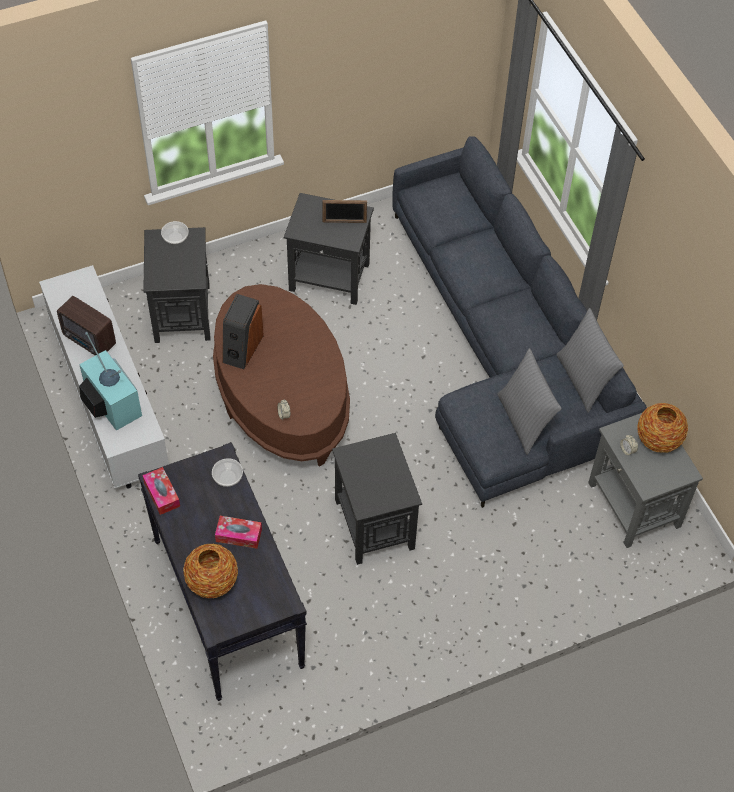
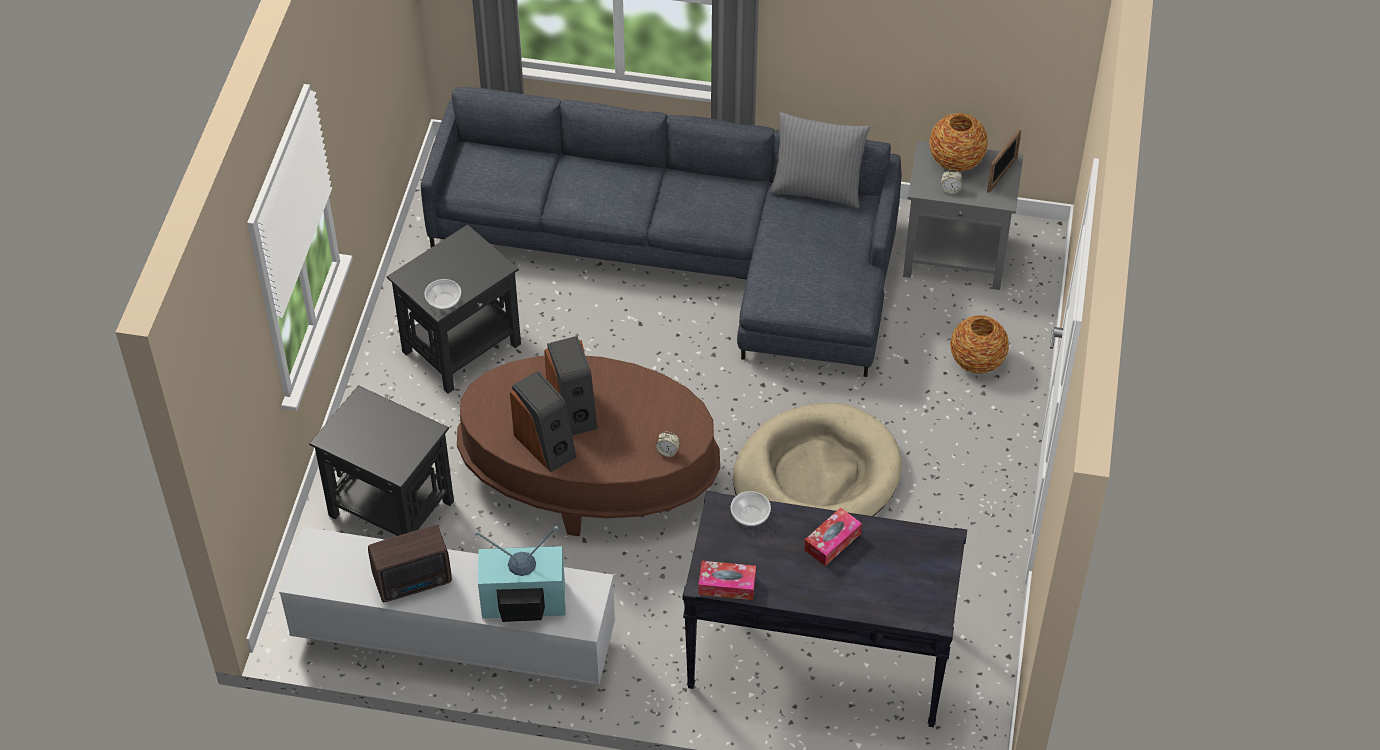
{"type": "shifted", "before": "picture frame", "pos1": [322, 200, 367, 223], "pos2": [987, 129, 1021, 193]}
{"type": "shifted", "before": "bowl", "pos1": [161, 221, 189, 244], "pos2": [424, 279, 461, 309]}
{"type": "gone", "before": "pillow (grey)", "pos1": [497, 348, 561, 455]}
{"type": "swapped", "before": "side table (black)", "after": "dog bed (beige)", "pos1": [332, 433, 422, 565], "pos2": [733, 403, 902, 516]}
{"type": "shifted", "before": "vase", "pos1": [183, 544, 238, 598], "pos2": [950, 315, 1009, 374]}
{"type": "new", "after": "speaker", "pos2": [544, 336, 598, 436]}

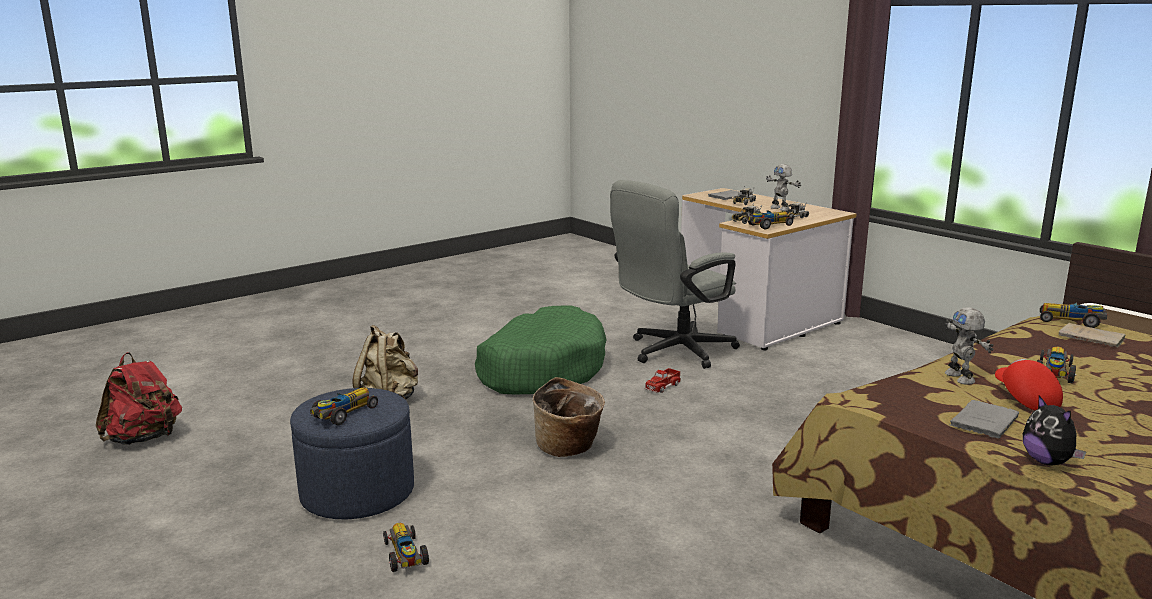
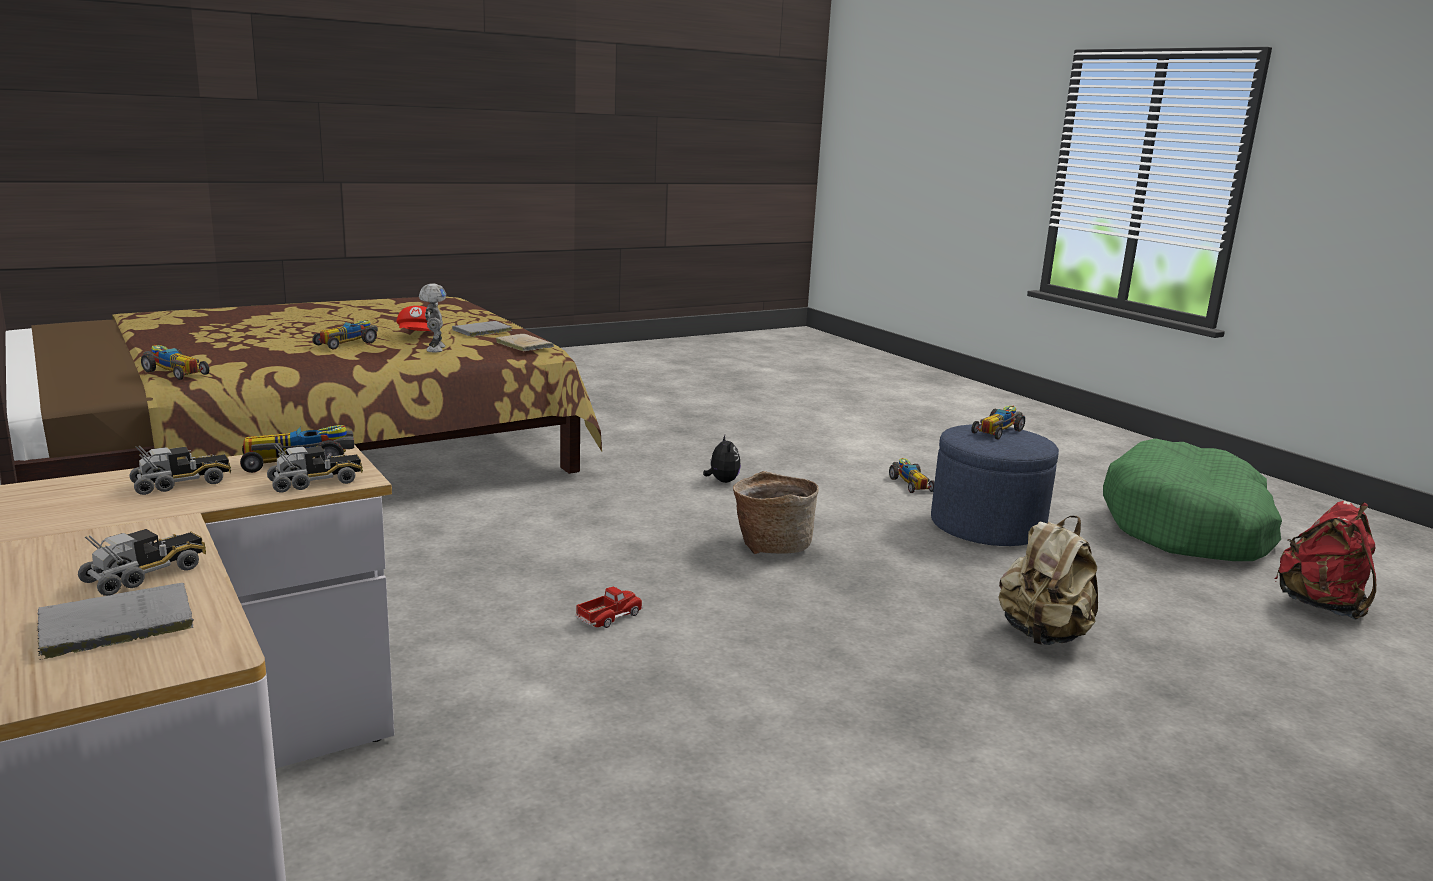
{"type": "gone", "before": "toy robot", "pos1": [766, 164, 801, 211]}
{"type": "gone", "before": "office chair (grey)", "pos1": [610, 180, 740, 369]}
{"type": "shifted", "before": "dog bed (green)", "pos1": [475, 305, 607, 395], "pos2": [1103, 438, 1282, 561]}
{"type": "shifted", "before": "book (beige)", "pos1": [1059, 323, 1126, 347], "pos2": [496, 334, 554, 351]}
{"type": "shifted", "before": "plush toy", "pos1": [1023, 396, 1086, 466], "pos2": [703, 435, 741, 483]}

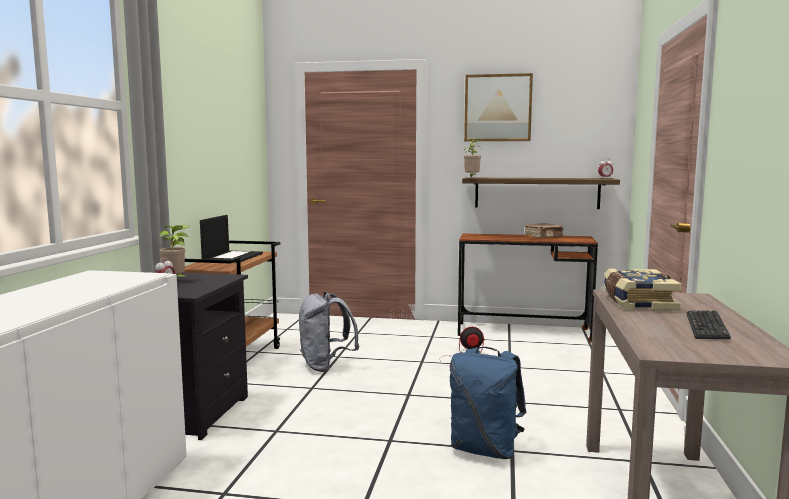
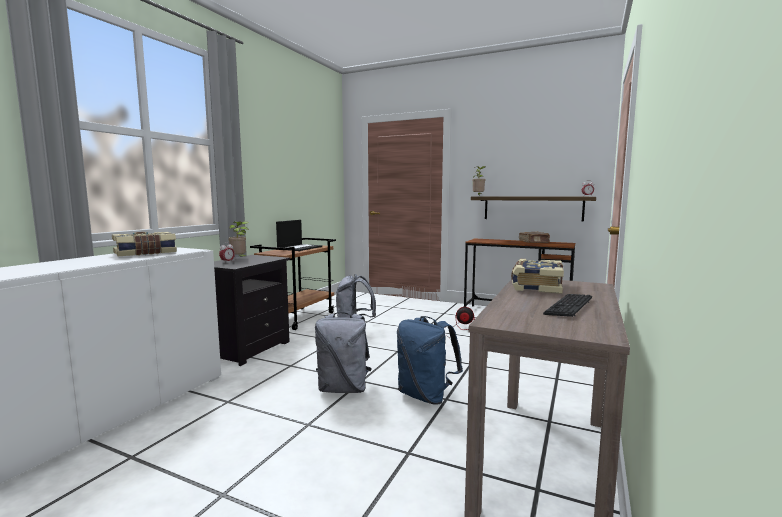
{"type": "gone", "before": "picture", "pos1": [464, 73, 533, 141]}
{"type": "new", "after": "book", "pos2": [112, 232, 177, 256]}
{"type": "new", "after": "backpack (grey)", "pos2": [315, 312, 372, 393]}

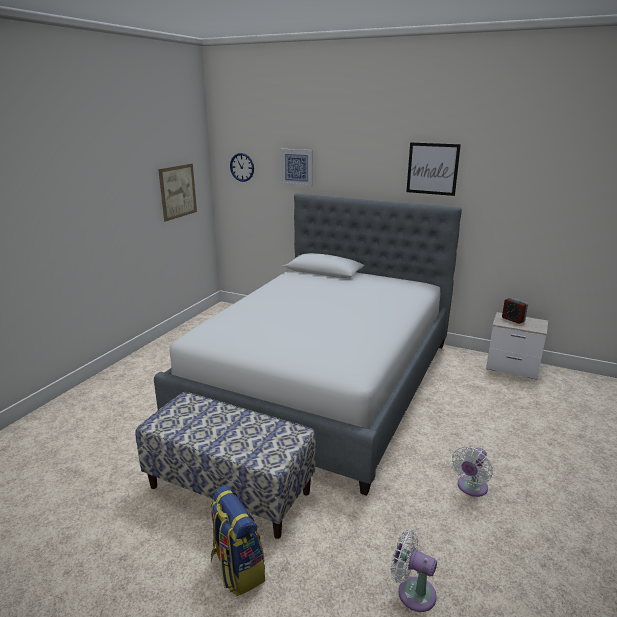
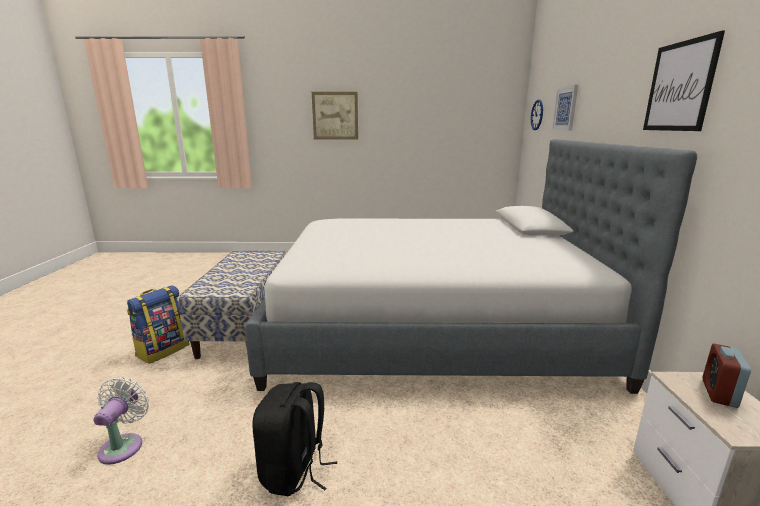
{"type": "shifted", "before": "picture", "pos1": [158, 163, 197, 221], "pos2": [312, 92, 358, 140]}
{"type": "swapped", "before": "fan (white)", "after": "backpack (black)", "pos1": [452, 446, 493, 497], "pos2": [252, 382, 337, 496]}

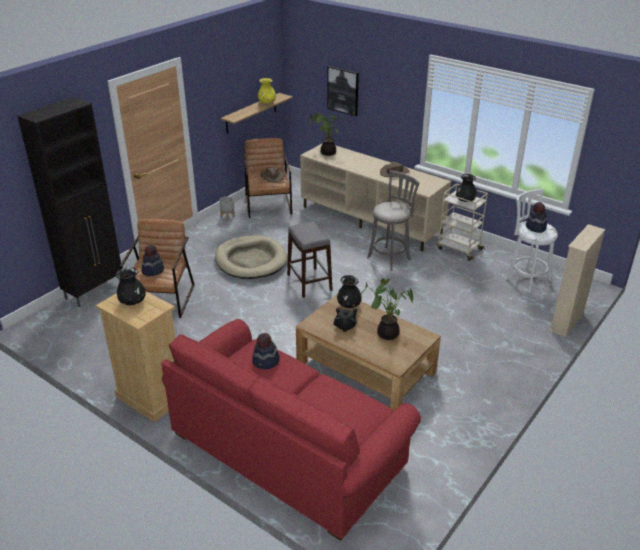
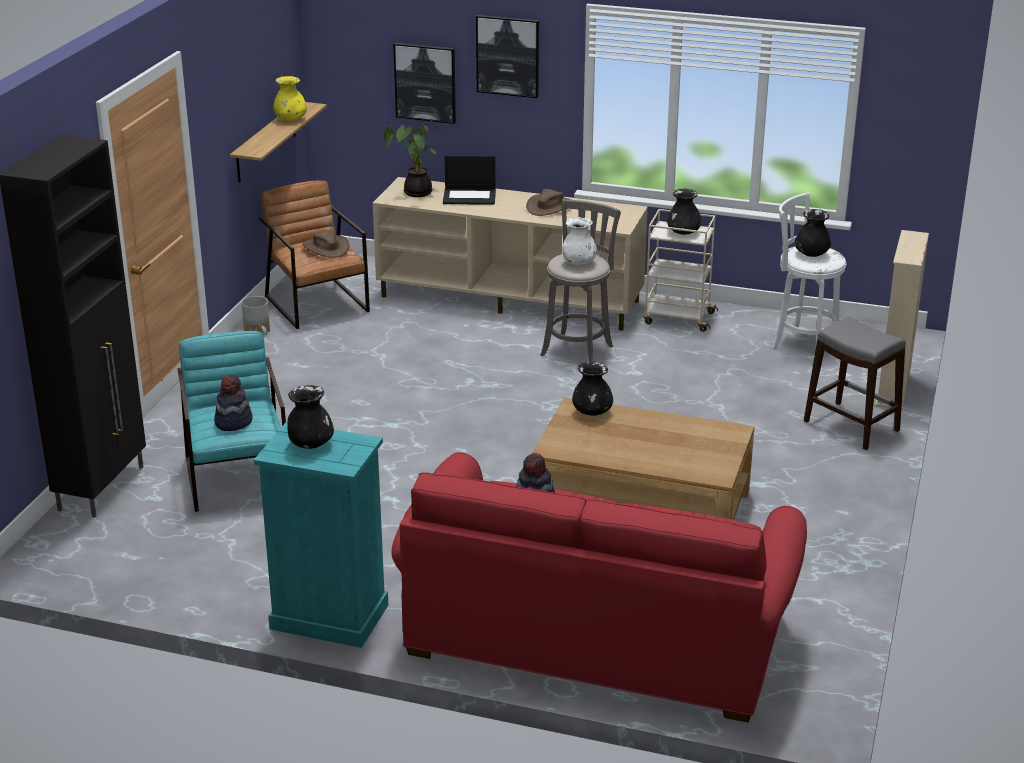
{"type": "swapped", "before": "hat", "after": "vase (black)", "pos1": [526, 202, 547, 233], "pos2": [795, 209, 831, 257]}
{"type": "repainted", "before": "armchair (brown)", "after": "armchair (turquoise)", "pos1": [120, 219, 195, 318], "pos2": [177, 331, 286, 512]}
{"type": "shifted", "before": "stool (grey)", "pos1": [287, 222, 332, 298], "pos2": [804, 317, 906, 450]}
{"type": "gone", "before": "dog bed (beige)", "pos1": [215, 235, 288, 279]}
{"type": "gone", "before": "potted plant", "pos1": [361, 278, 413, 340]}
{"type": "repainted", "before": "dresser (beige)", "after": "dresser (turquoise)", "pos1": [96, 292, 175, 422], "pos2": [254, 422, 388, 648]}
{"type": "gone", "before": "teapot (black)", "pos1": [333, 308, 357, 332]}
{"type": "new", "after": "picture", "pos2": [476, 15, 539, 98]}
{"type": "new", "after": "laptop", "pos2": [443, 155, 496, 205]}
{"type": "new", "after": "vase (white)", "pos2": [562, 217, 597, 265]}

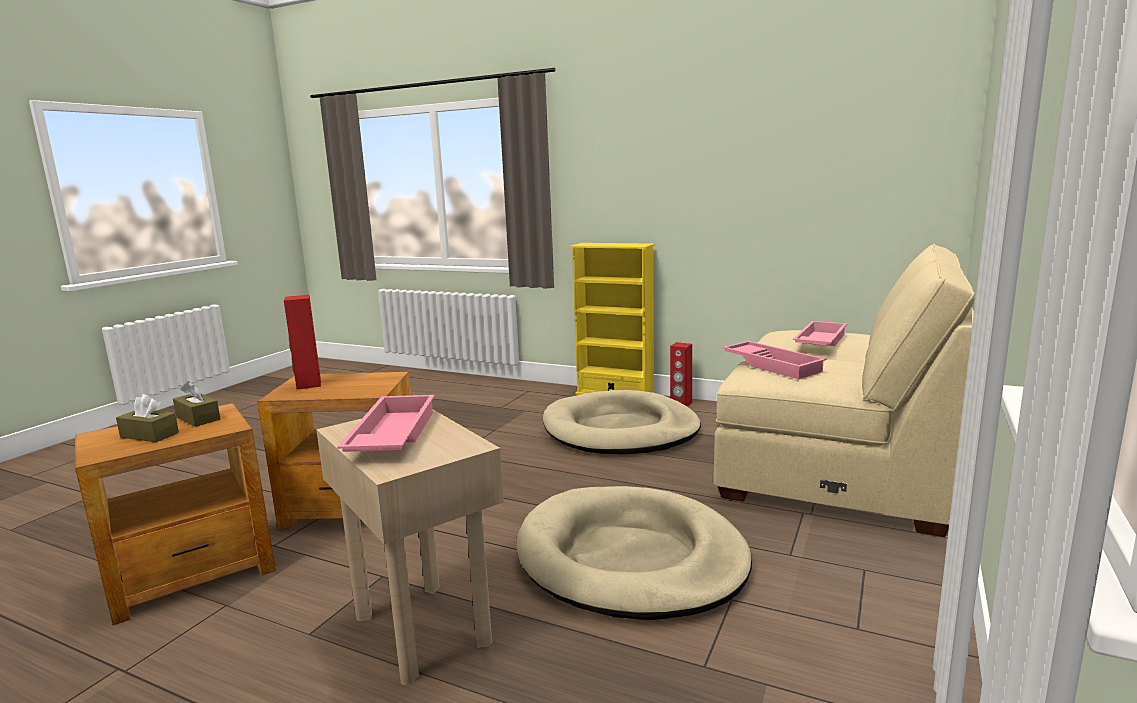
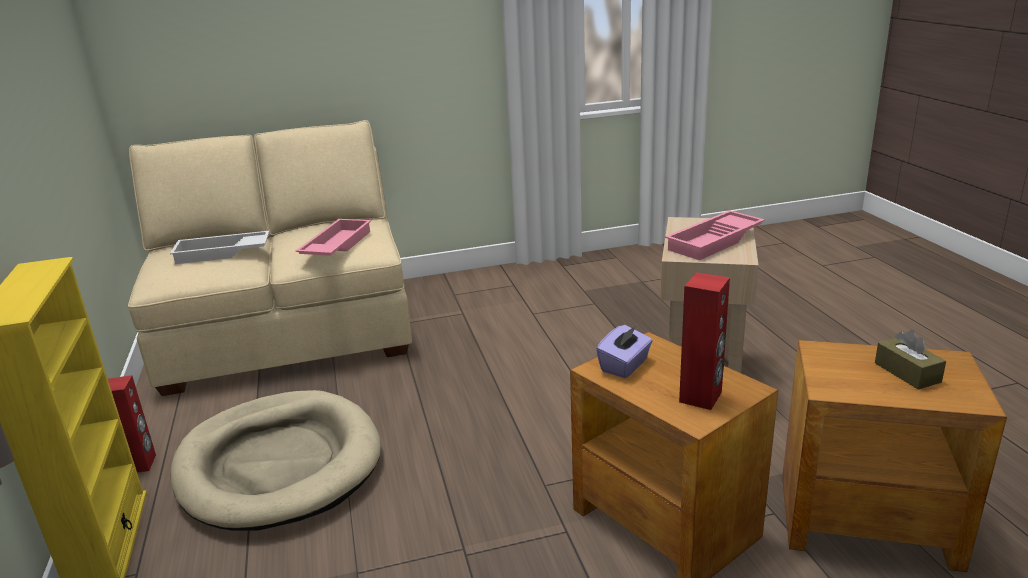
{"type": "repainted", "before": "tray (pink)", "after": "tray (white)", "pos1": [793, 321, 847, 346], "pos2": [170, 231, 269, 264]}
{"type": "gone", "before": "tissue box (brown)", "pos1": [173, 381, 220, 427]}
{"type": "gone", "before": "dog bed (beige)", "pos1": [516, 486, 752, 620]}
{"type": "new", "after": "tissue box (purple)", "pos2": [596, 325, 653, 378]}

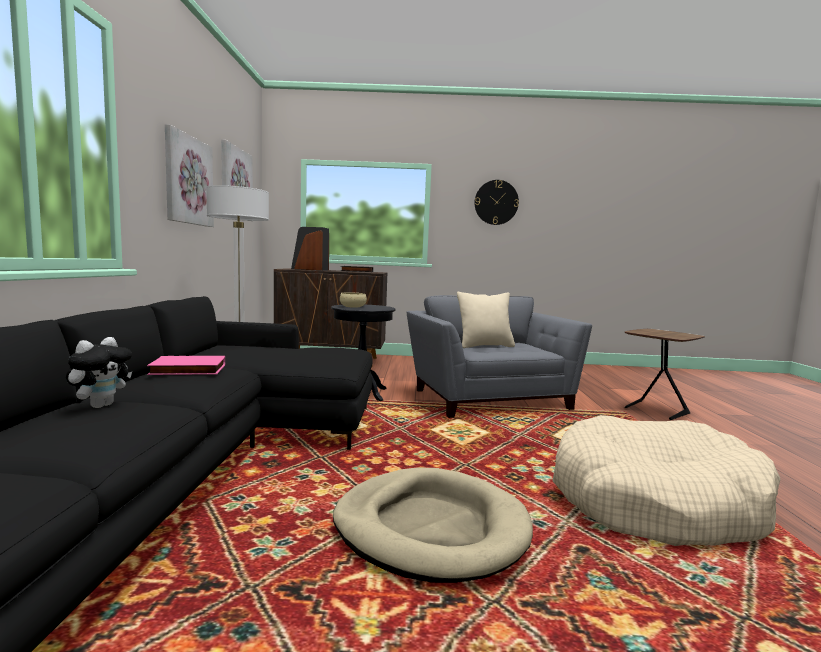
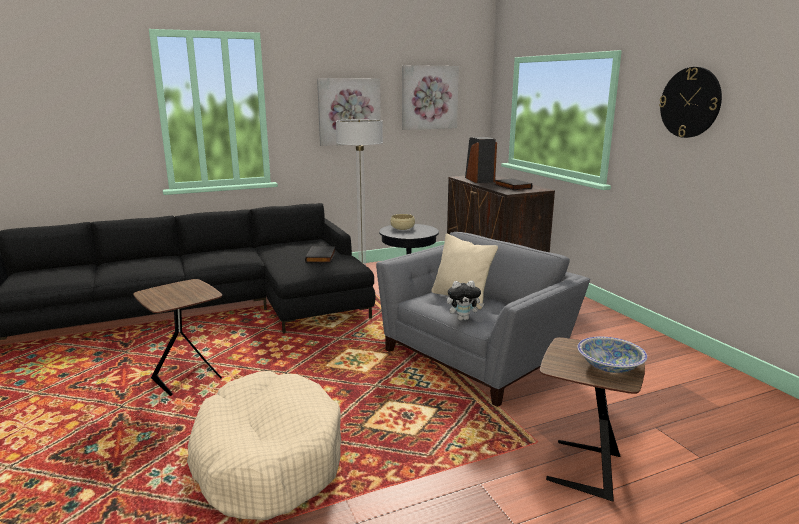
{"type": "shifted", "before": "plush toy", "pos1": [66, 337, 132, 408], "pos2": [447, 281, 484, 321]}
{"type": "gone", "before": "book (pink)", "pos1": [147, 356, 225, 375]}
{"type": "swapped", "before": "dog bed (beige)", "after": "side table (brown)", "pos1": [333, 467, 533, 583], "pos2": [133, 279, 222, 396]}
{"type": "new", "after": "book (black)", "pos2": [305, 246, 336, 263]}
{"type": "new", "after": "bowl", "pos2": [577, 337, 647, 373]}

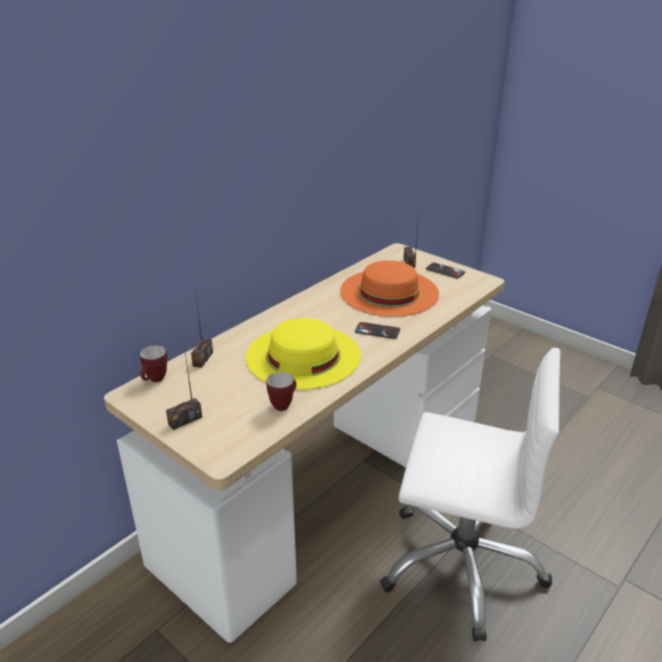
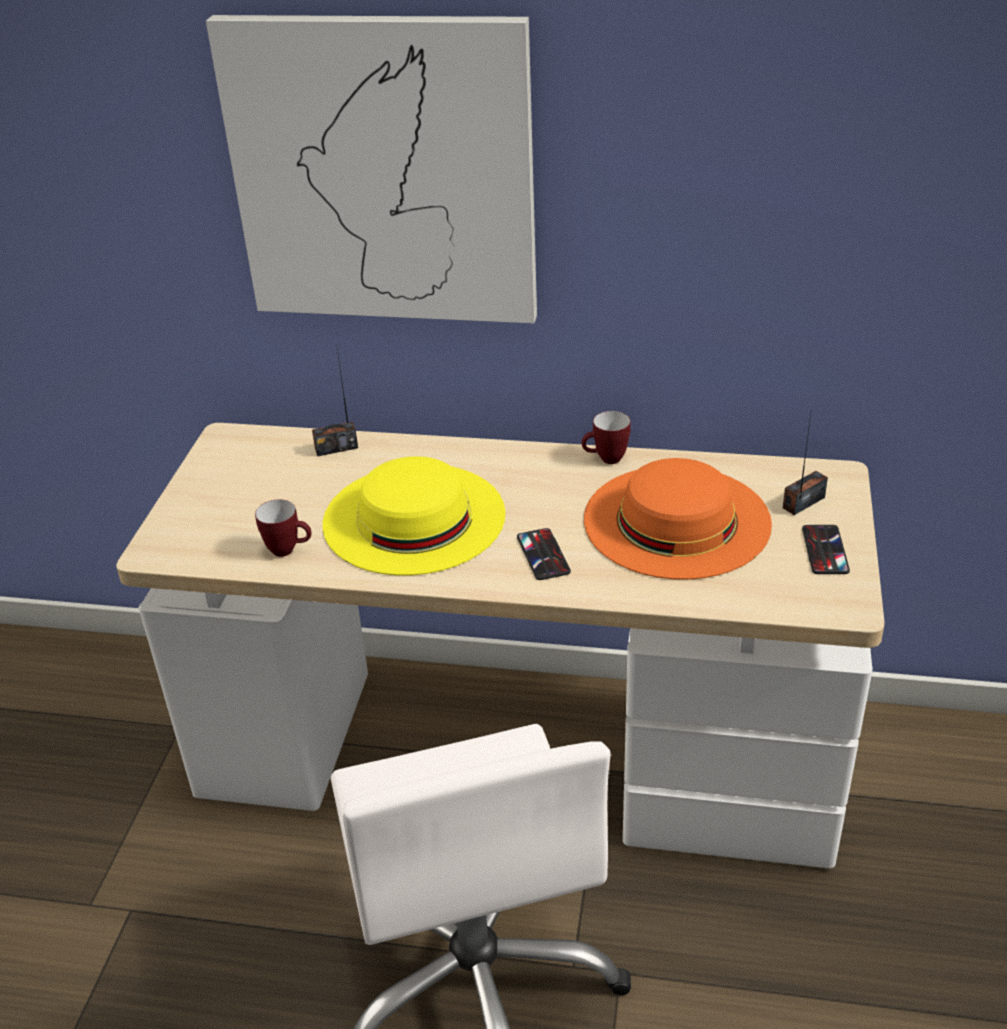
{"type": "shifted", "before": "mug", "pos1": [140, 345, 167, 382], "pos2": [582, 411, 631, 464]}
{"type": "gone", "before": "radio", "pos1": [166, 345, 202, 430]}
{"type": "new", "after": "picture", "pos2": [206, 15, 537, 323]}

